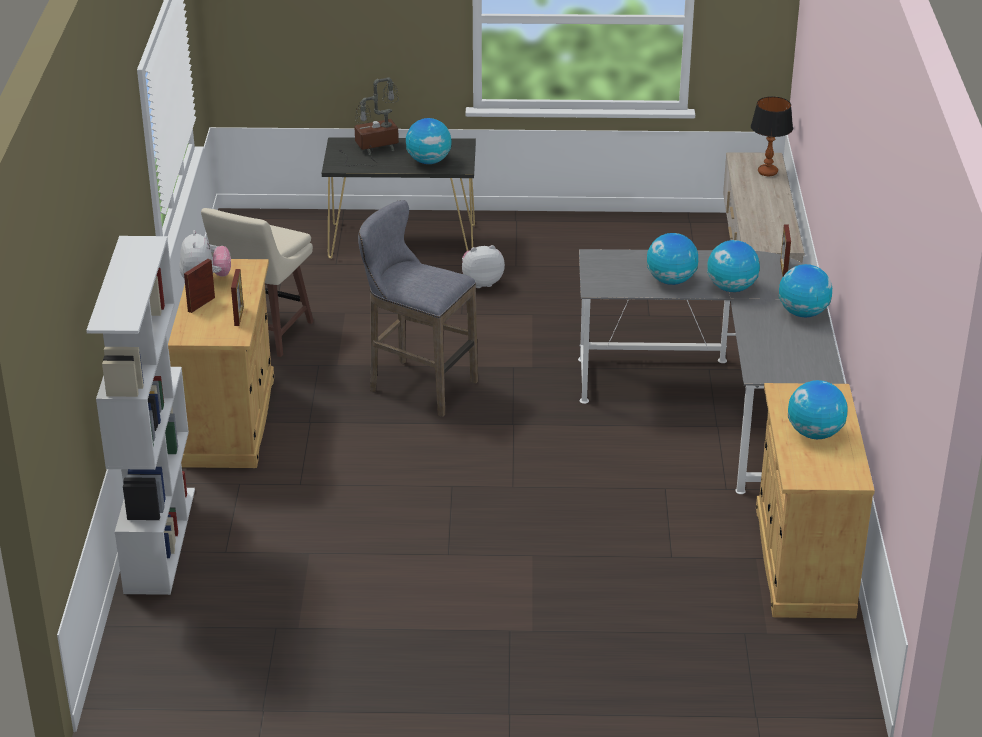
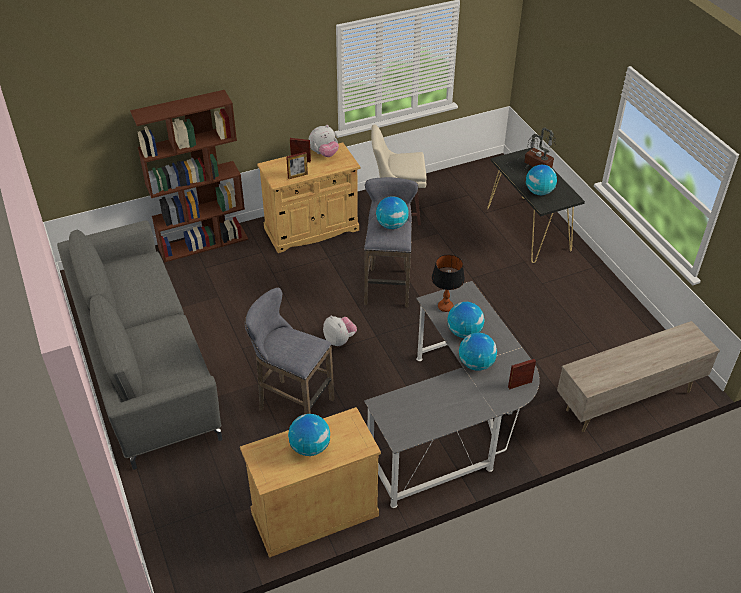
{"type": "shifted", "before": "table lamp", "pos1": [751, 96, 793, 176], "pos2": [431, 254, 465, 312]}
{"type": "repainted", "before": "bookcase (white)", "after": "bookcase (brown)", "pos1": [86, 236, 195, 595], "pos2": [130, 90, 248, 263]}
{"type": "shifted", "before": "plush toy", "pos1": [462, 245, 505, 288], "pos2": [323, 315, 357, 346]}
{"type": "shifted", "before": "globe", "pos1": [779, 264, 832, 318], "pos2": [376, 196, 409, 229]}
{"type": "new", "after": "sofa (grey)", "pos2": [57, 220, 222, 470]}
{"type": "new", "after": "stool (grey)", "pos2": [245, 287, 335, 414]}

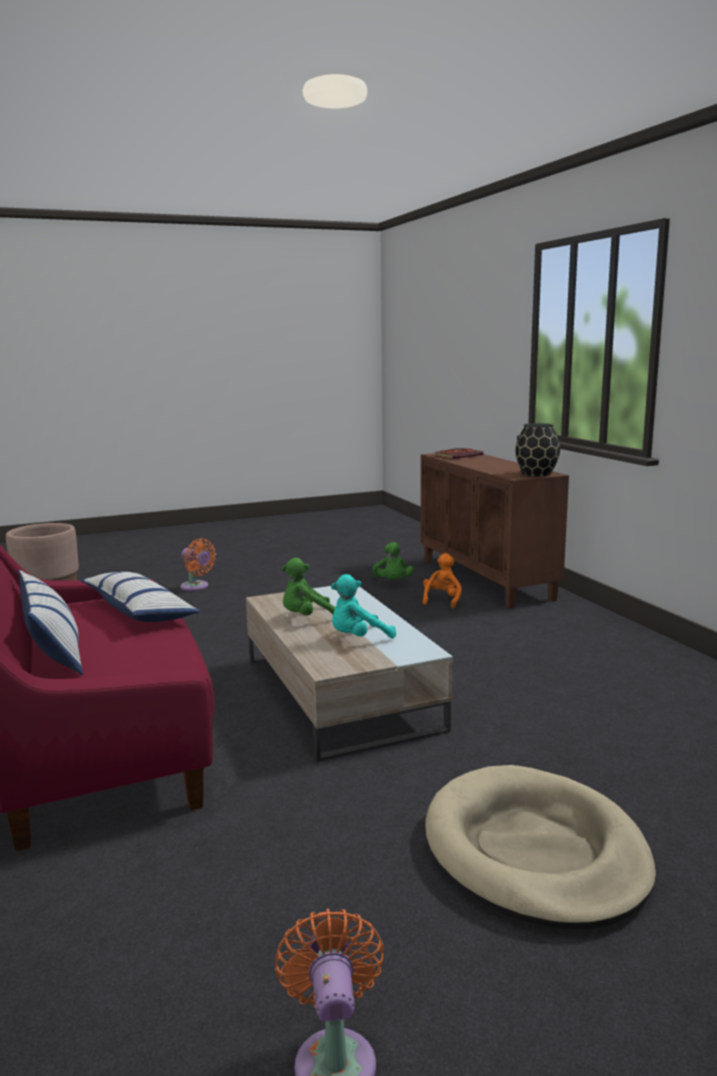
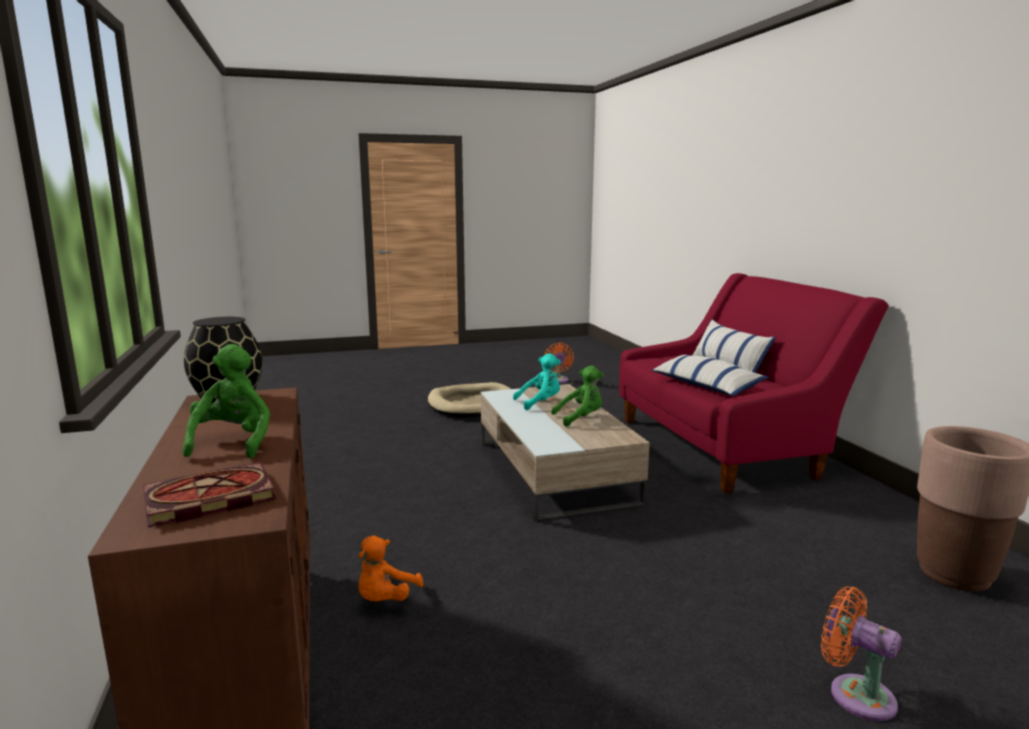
{"type": "shifted", "before": "plush toy (green)", "pos1": [372, 542, 414, 579], "pos2": [183, 344, 270, 458]}

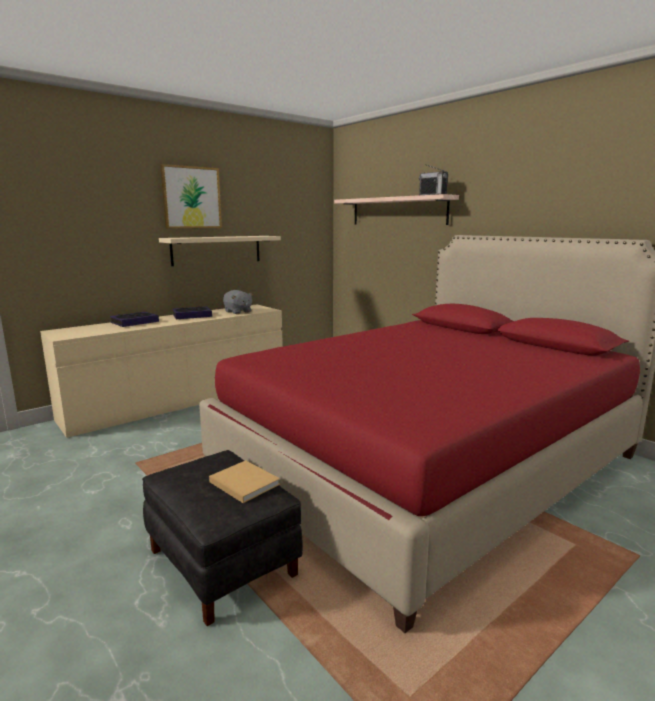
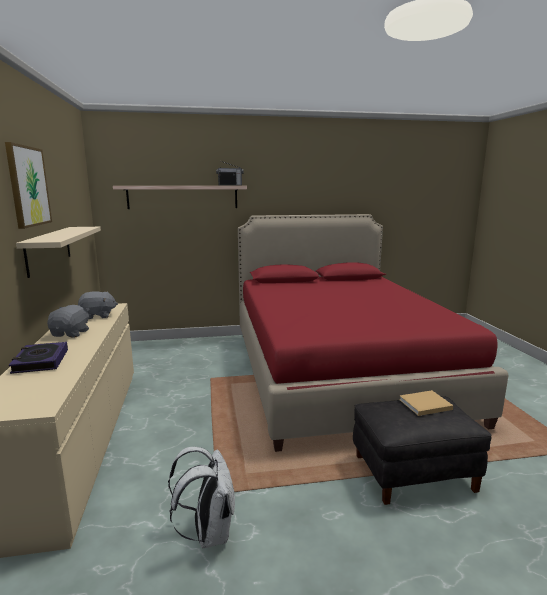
{"type": "swapped", "before": "book", "after": "plush toy (grey)", "pos1": [172, 306, 212, 319], "pos2": [47, 305, 89, 337]}
{"type": "new", "after": "backpack (white)", "pos2": [168, 447, 235, 548]}

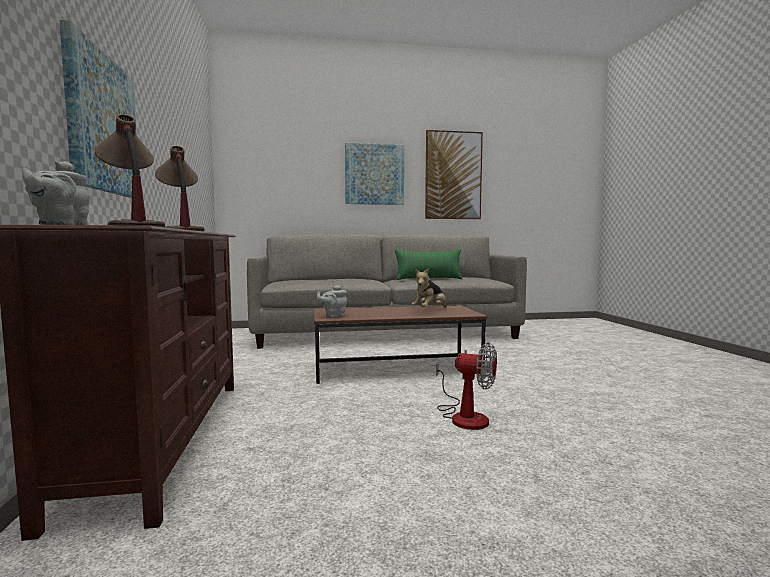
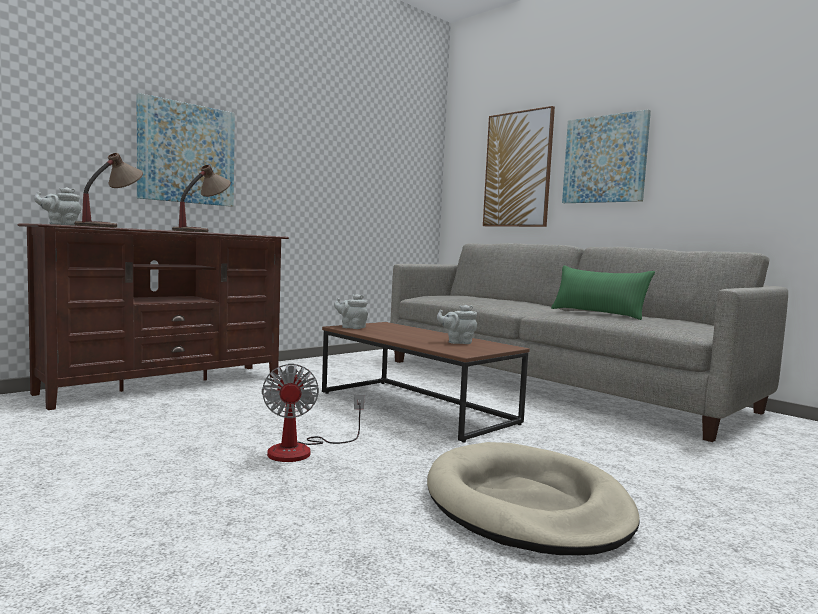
{"type": "shifted", "before": "picture", "pos1": [425, 130, 483, 219], "pos2": [483, 106, 555, 227]}
{"type": "swapped", "before": "plush toy", "after": "teapot (grey)", "pos1": [411, 268, 446, 307], "pos2": [437, 305, 477, 344]}
{"type": "new", "after": "dog bed (beige)", "pos2": [427, 442, 640, 555]}

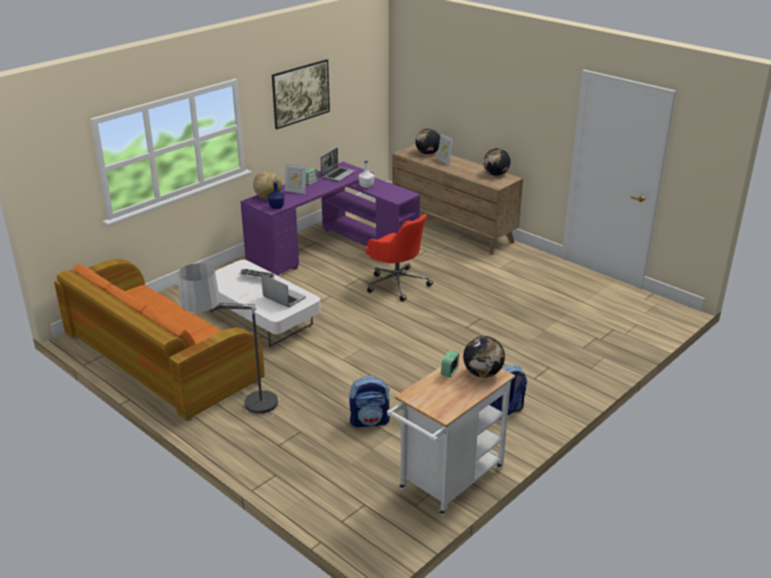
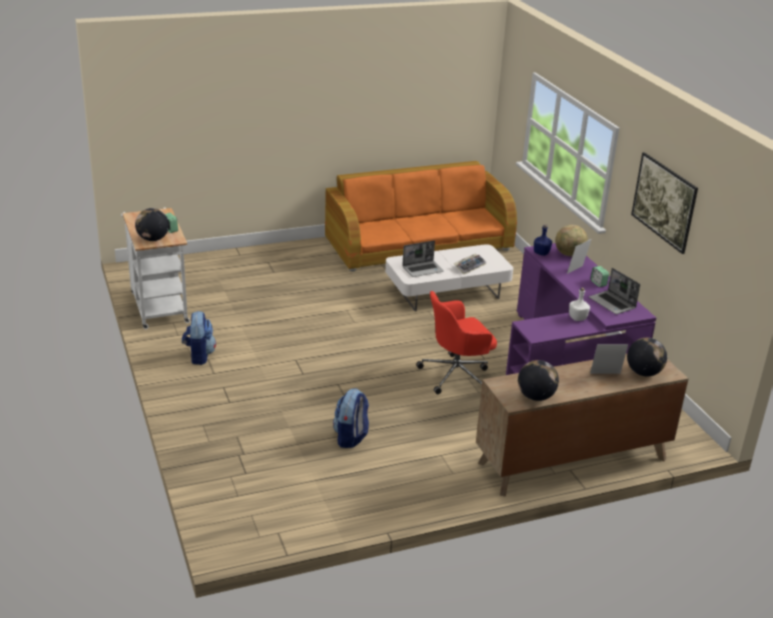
{"type": "gone", "before": "floor lamp", "pos1": [178, 263, 279, 420]}
{"type": "shifted", "before": "backpack", "pos1": [349, 376, 390, 427], "pos2": [333, 389, 369, 448]}

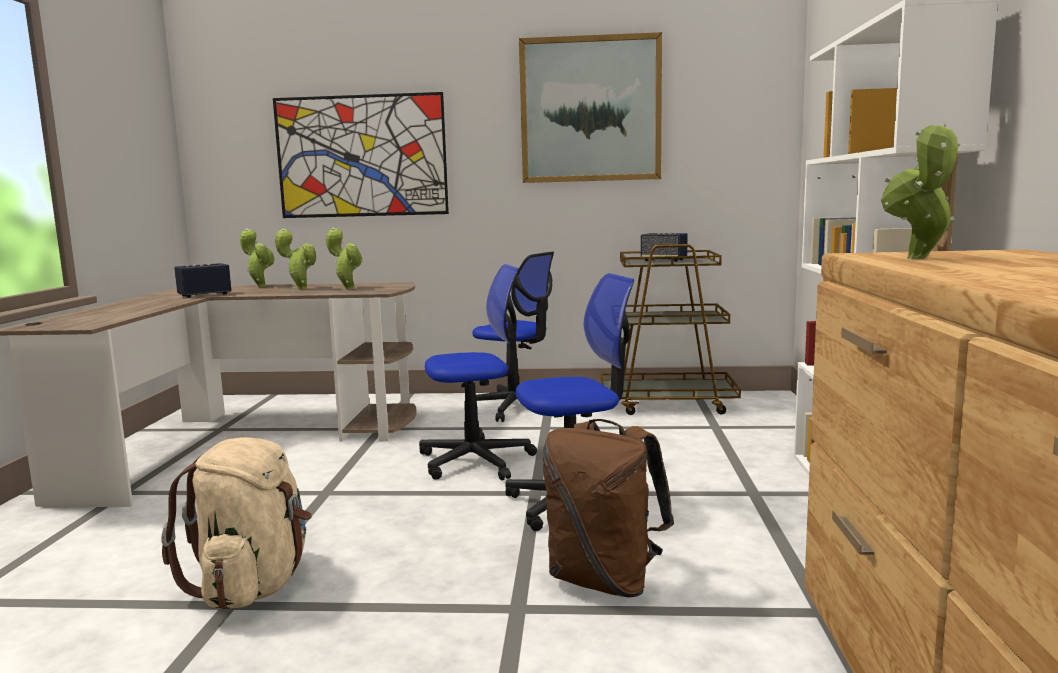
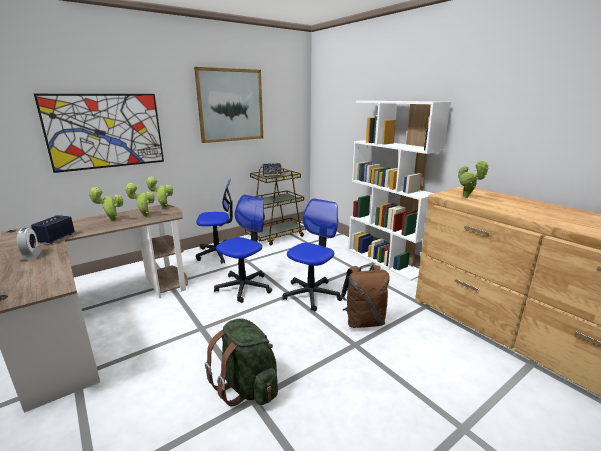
{"type": "shifted", "before": "potted plant", "pos1": [240, 228, 275, 287], "pos2": [146, 177, 173, 209]}
{"type": "repainted", "before": "backpack (beige)", "after": "backpack (green)", "pos1": [161, 437, 312, 610], "pos2": [205, 318, 278, 406]}
{"type": "new", "after": "alarm clock", "pos2": [17, 228, 42, 260]}

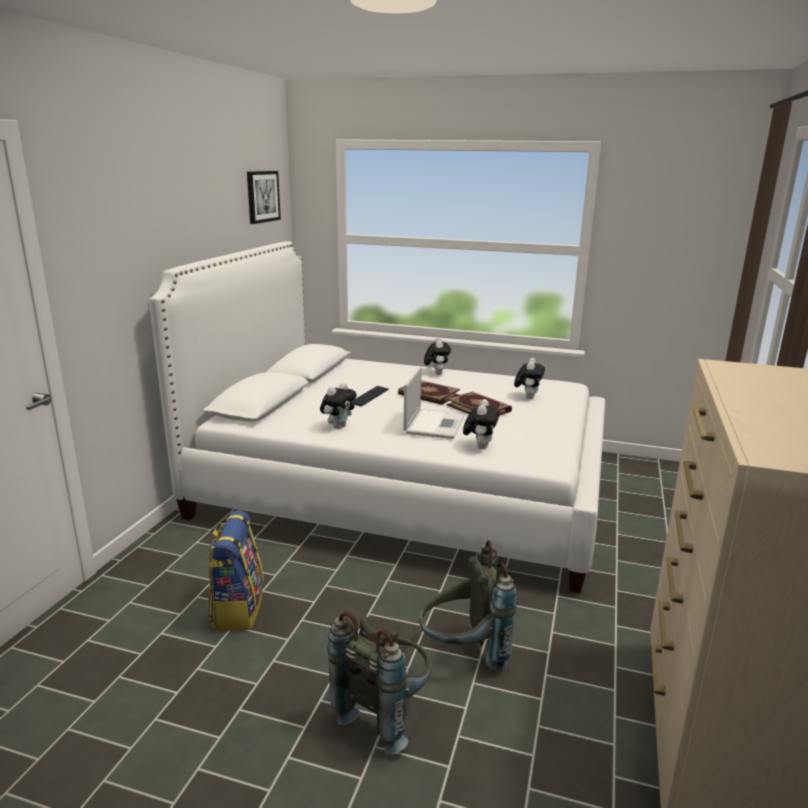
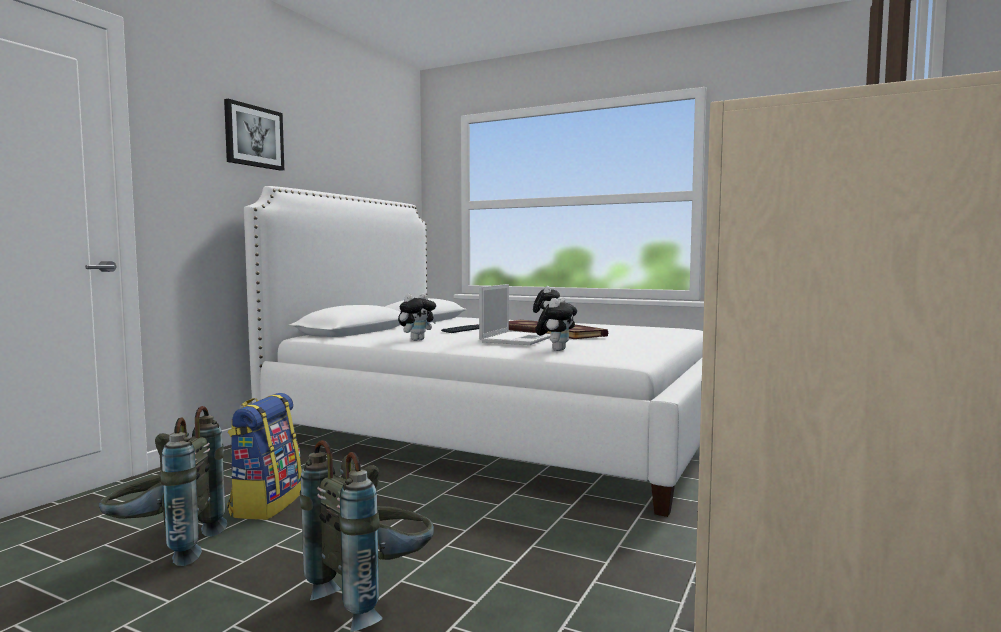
{"type": "shifted", "before": "picture", "pos1": [247, 171, 281, 224], "pos2": [224, 99, 284, 171]}
{"type": "gone", "before": "plush toy", "pos1": [514, 358, 545, 399]}
{"type": "shifted", "before": "backpack (grey)", "pos1": [419, 540, 517, 671], "pos2": [99, 406, 227, 566]}

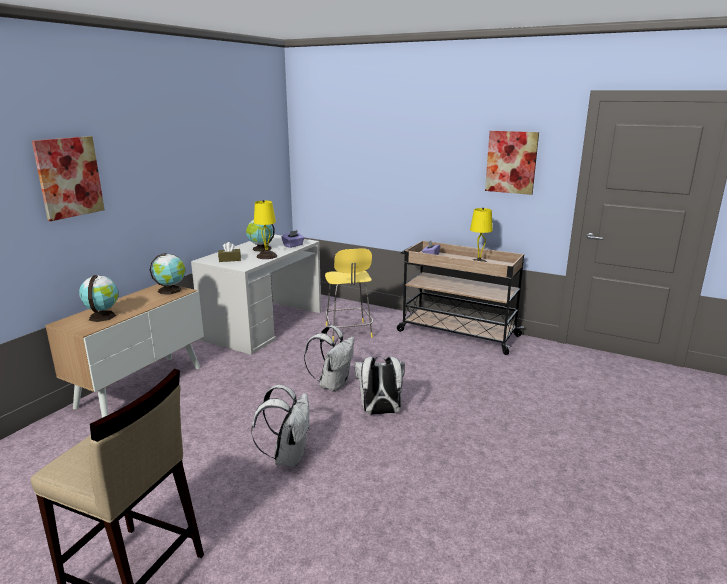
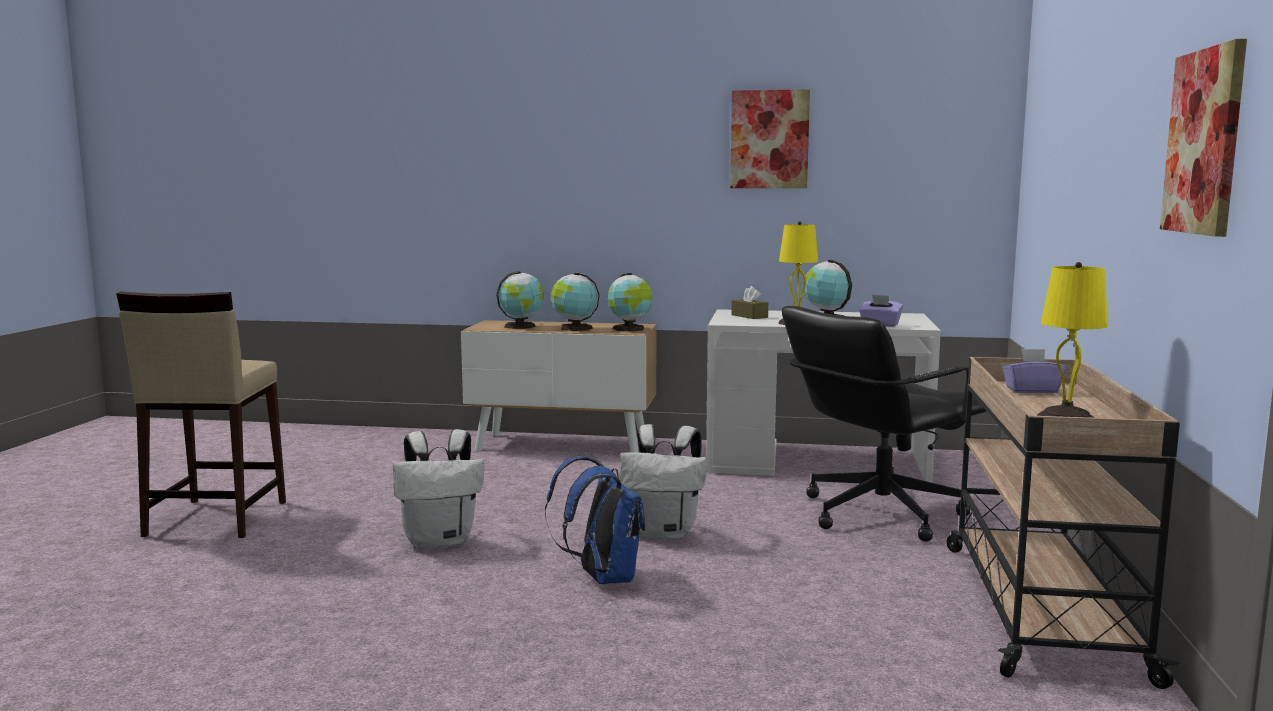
{"type": "shifted", "before": "picture", "pos1": [32, 136, 105, 221], "pos2": [730, 89, 810, 188]}
{"type": "swapped", "before": "stool (yellow)", "after": "office chair (black)", "pos1": [325, 248, 373, 341], "pos2": [782, 306, 987, 542]}
{"type": "repainted", "before": "backpack (white)", "after": "backpack (blue)", "pos1": [354, 356, 405, 415], "pos2": [545, 456, 645, 584]}
{"type": "new", "after": "globe", "pos2": [551, 273, 600, 331]}

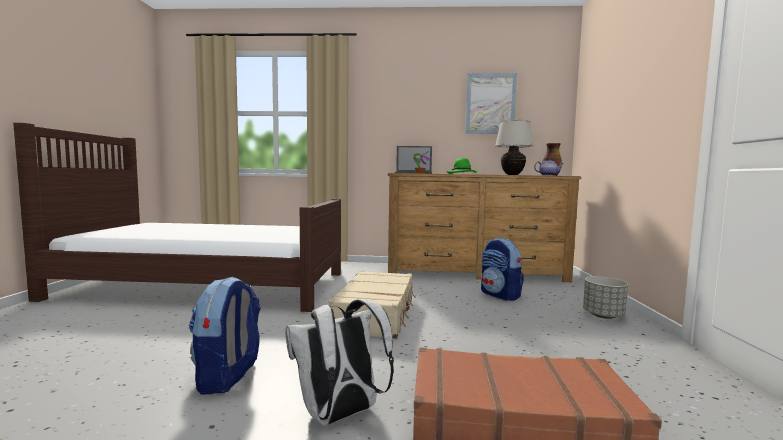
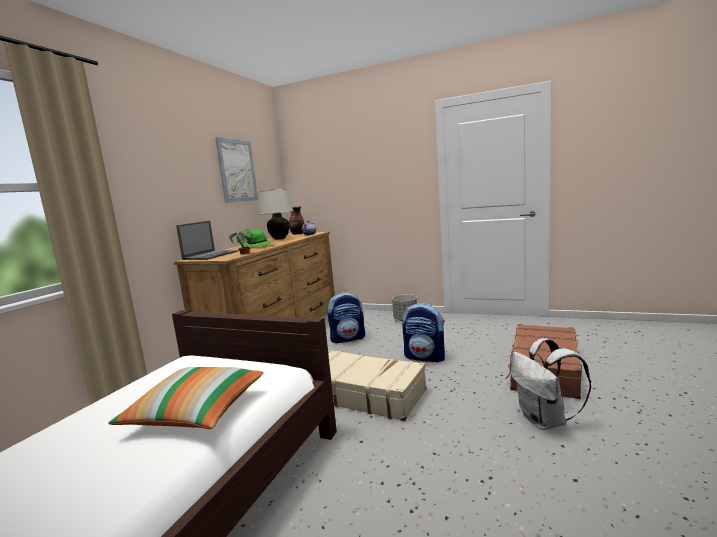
{"type": "shifted", "before": "backpack", "pos1": [189, 277, 261, 395], "pos2": [402, 303, 445, 363]}
{"type": "new", "after": "pillow", "pos2": [109, 367, 263, 429]}

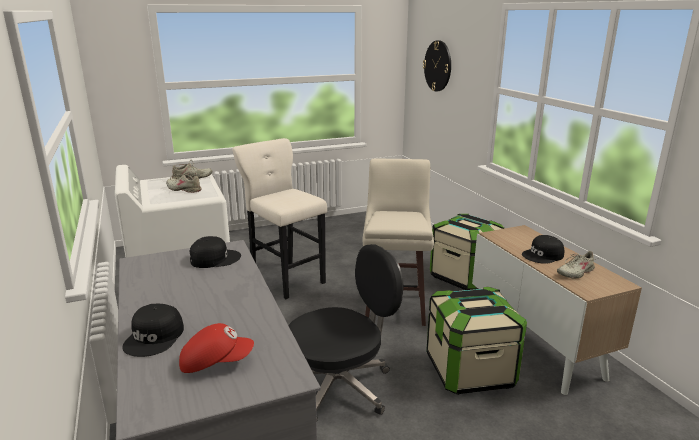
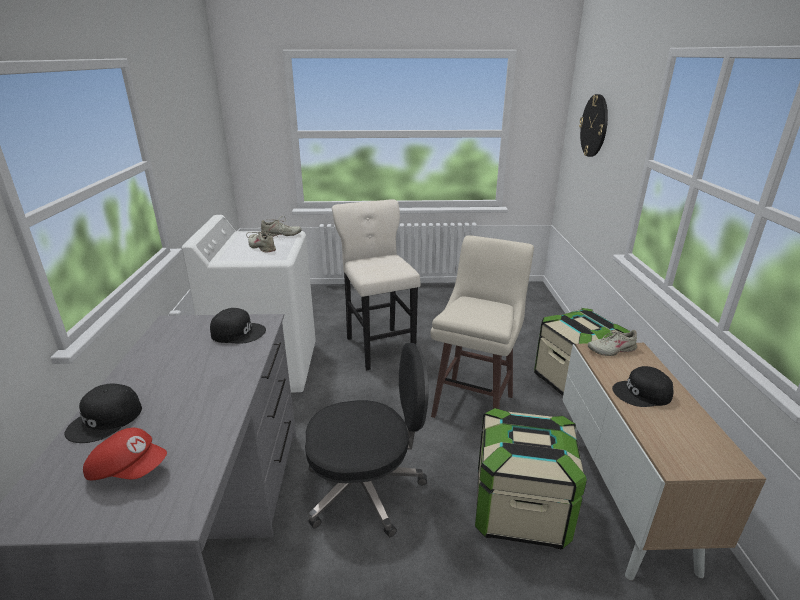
{"type": "shifted", "before": "shoe (beige)", "pos1": [557, 251, 598, 279], "pos2": [587, 330, 637, 356]}

